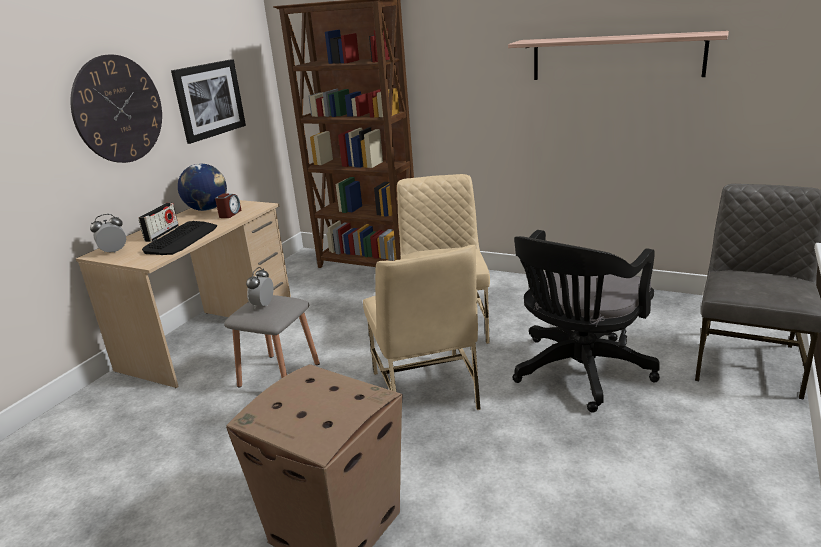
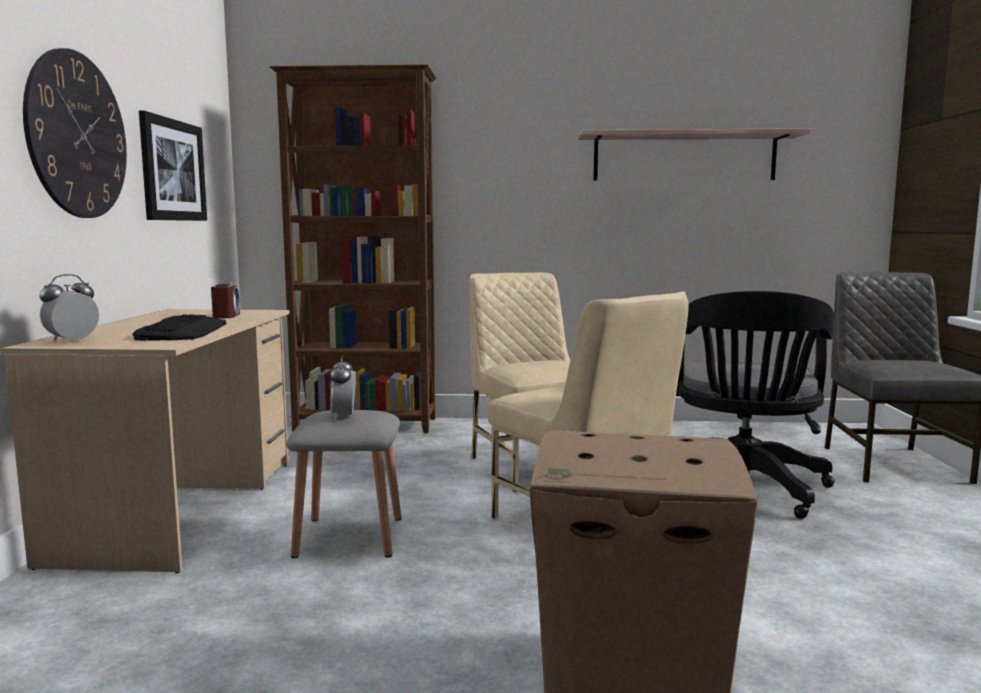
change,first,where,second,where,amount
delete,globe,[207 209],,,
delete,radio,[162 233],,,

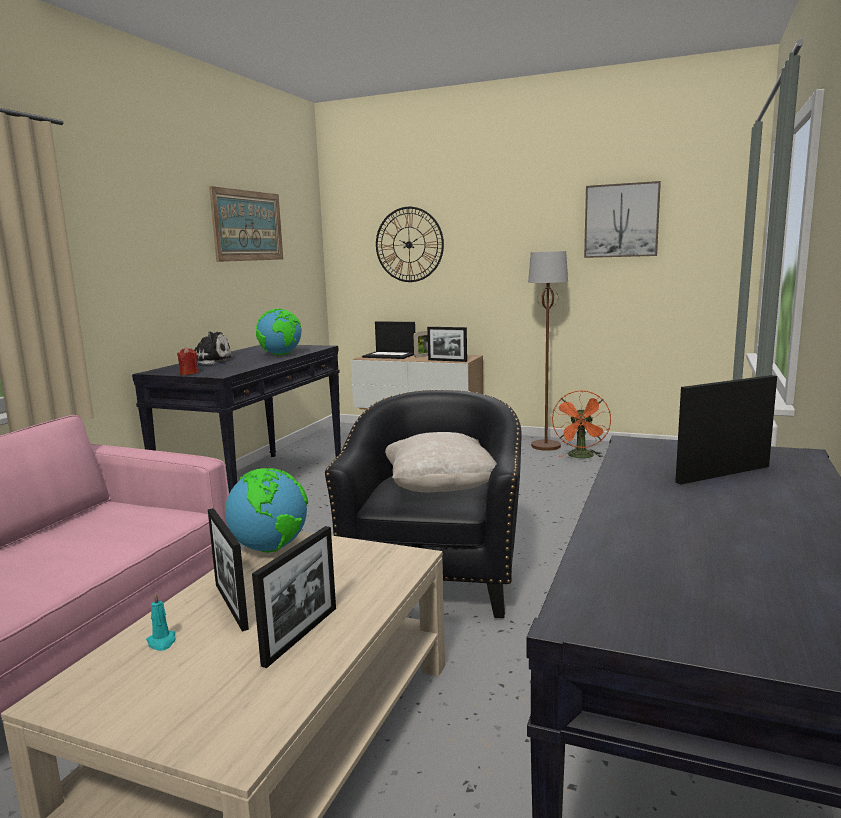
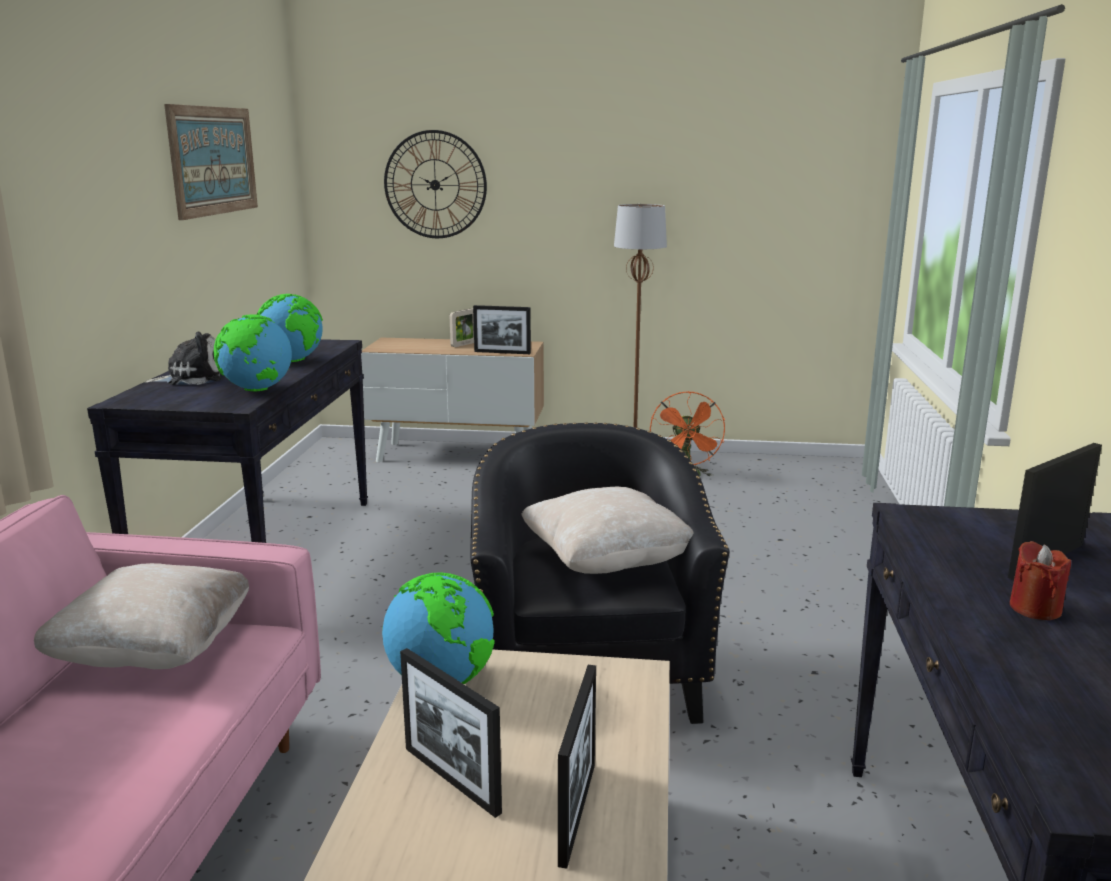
change,first,where,second,where,amount
delete,tableau,[621 220],,,
delete,ordinateur portable,[390 355],,,
move,bougie (rouge),[189 373],,[1035 608],
delete,bougie (turquoise),[162 642],,,
insert,,,globe,[256 390],
insert,,,coussin (beige),[155 653],

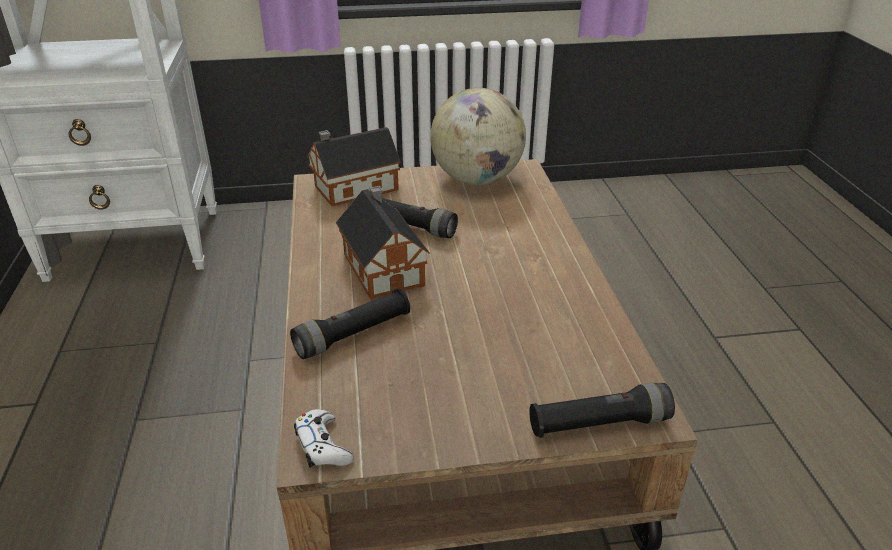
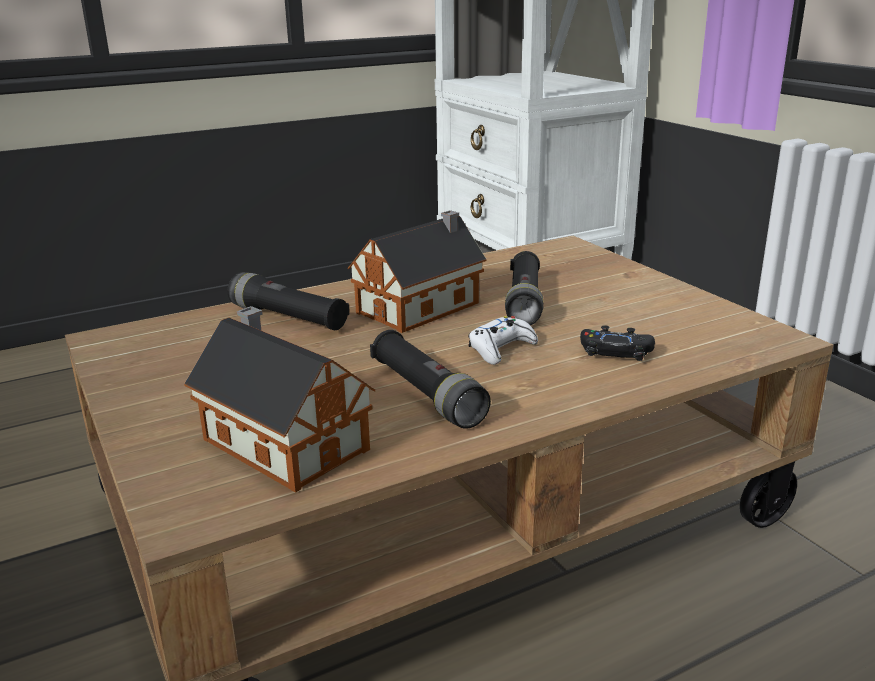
change,first,where,second,where,amount
delete,globe,[477 179],,,
move,maison miniature,[352 188],,[282 441],
move,lampe de poche (noir),[598 424],,[426 395],
move,manette (blanc),[323 446],,[501 349],
insert,,,manette (noir),[615 353],

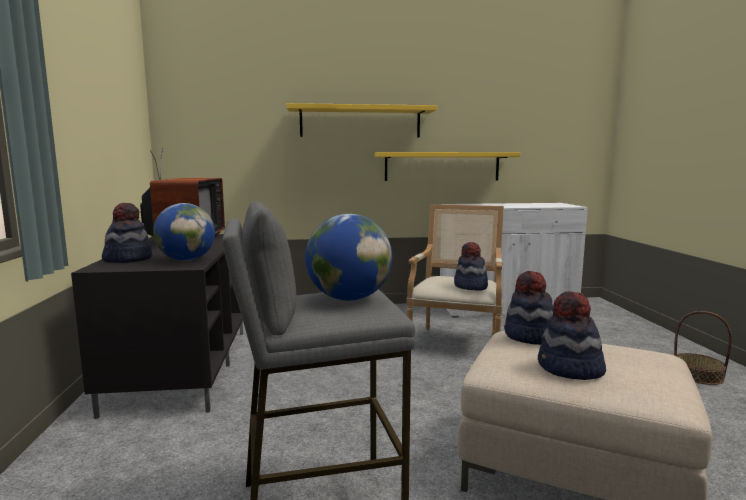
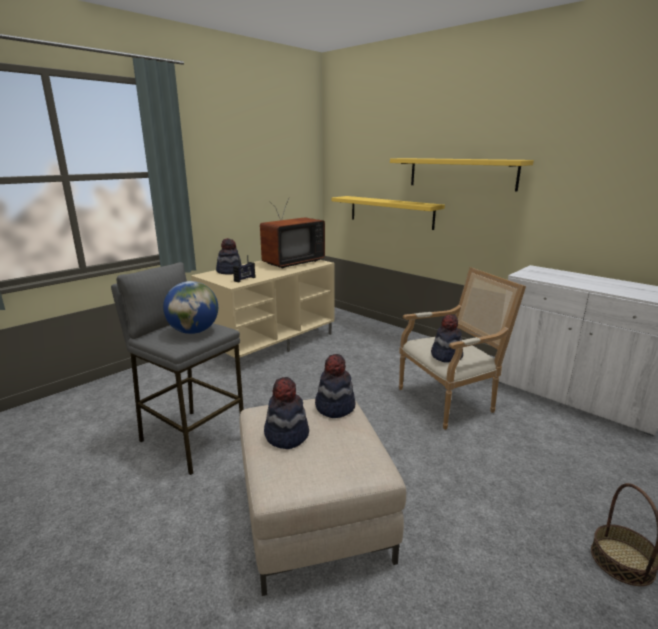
change,first,where,second,where,amount
move,étagère (jaune),[442 166],,[391 212],
replace,globe,[186 260],radio,[245 279],
recolor,meuble télé (noir),[182 367],meuble télé (beige),[270 342],

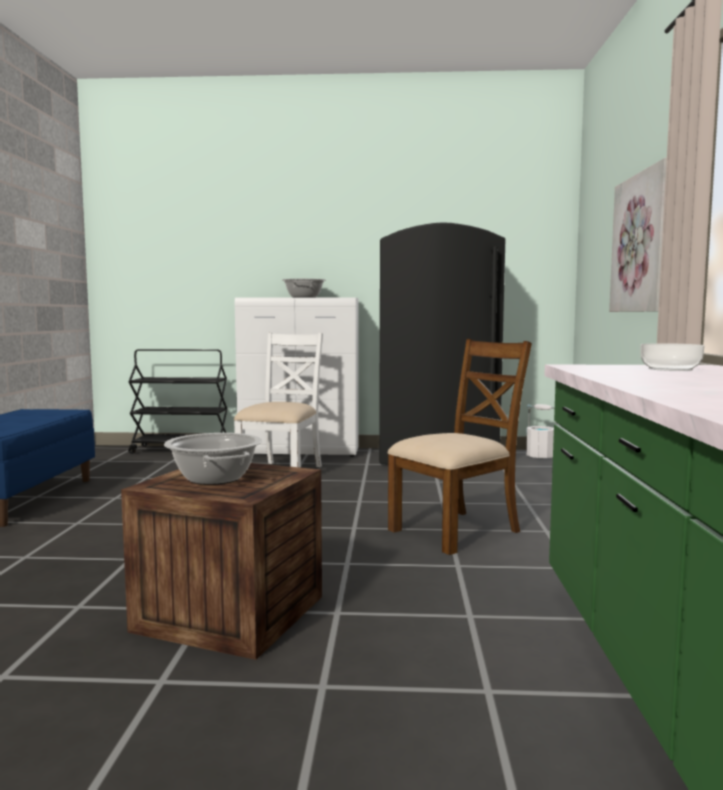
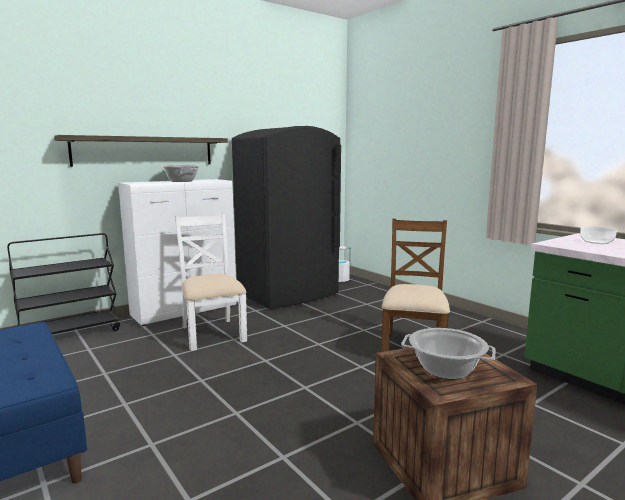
change,first,where,second,where,amount
delete,tableau,[641 243],,,
insert,,,étagère,[145 151],

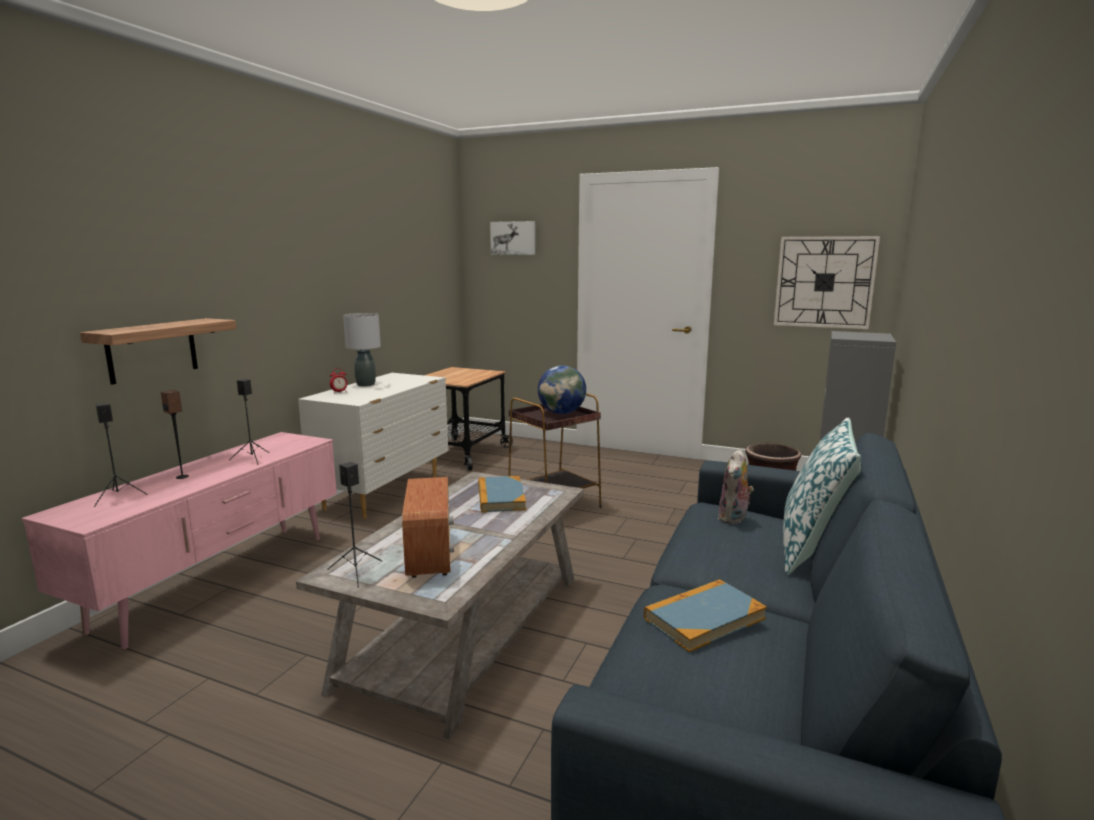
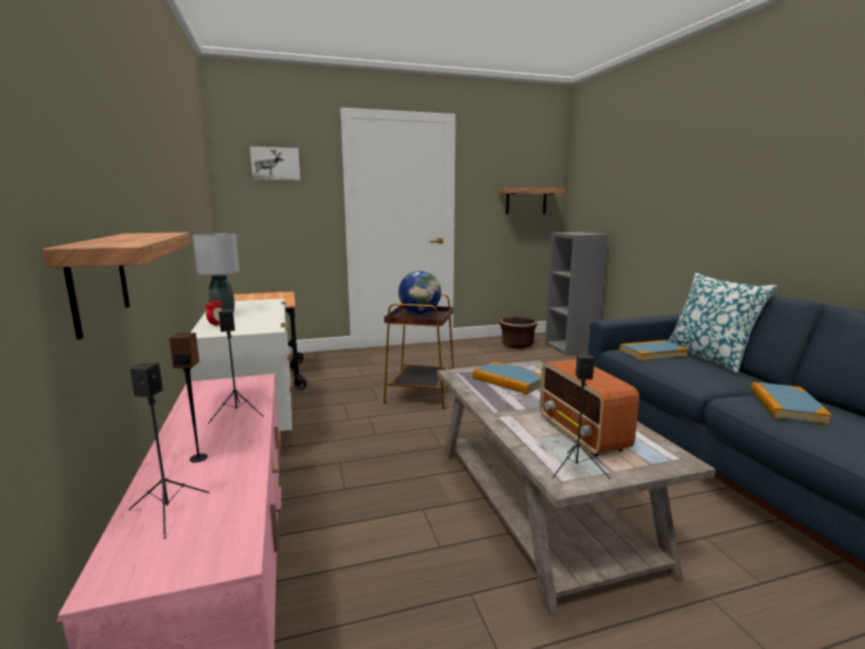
change,first,where,second,where,amount
replace,horloge murale,[824 282],étagère,[526 201],
replace,peluche,[734 518],livre,[652 353],
rotate,radio,[430 555],,[582 434],150 degrees counterclockwise

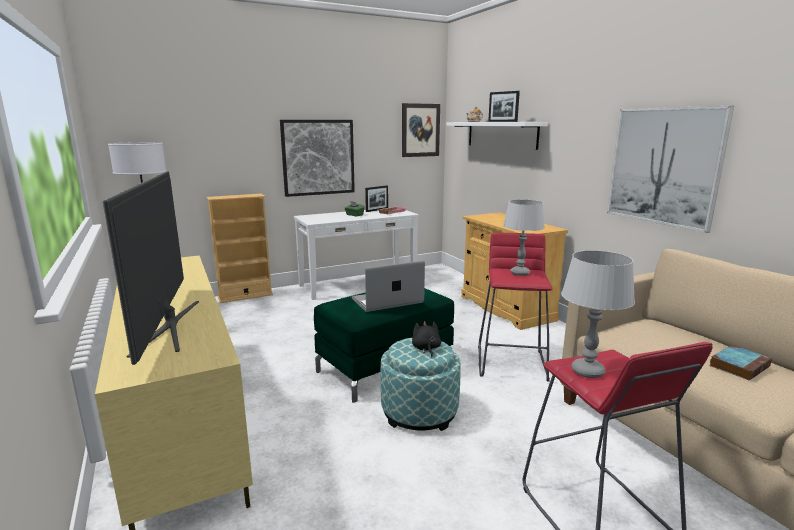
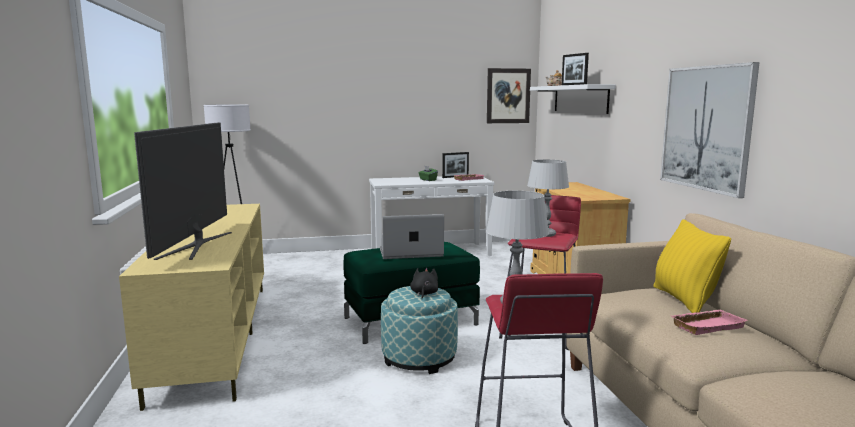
change,first,where,second,where,amount
delete,tableau,[318 157],,,
delete,bibliothèque (beige),[245 296],,,
replace,livre,[739 365],plateau (rose),[706 325],
insert,,,coussin (jaune),[684 300],

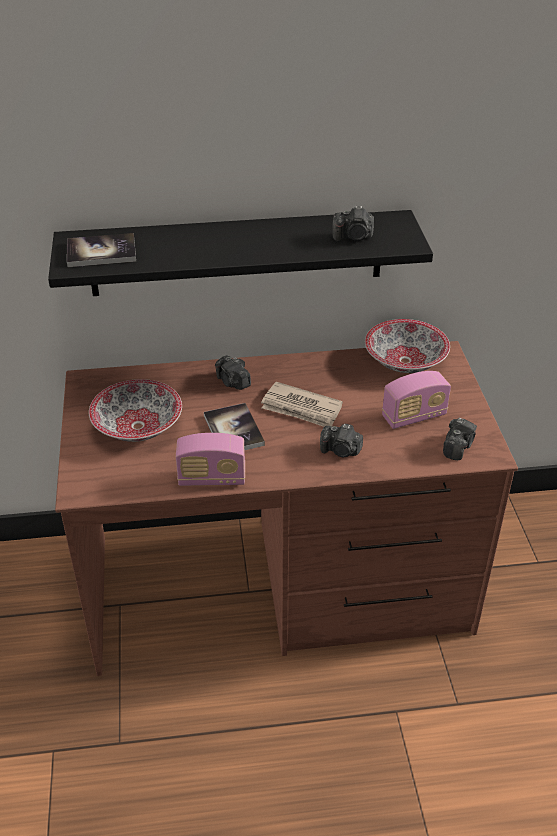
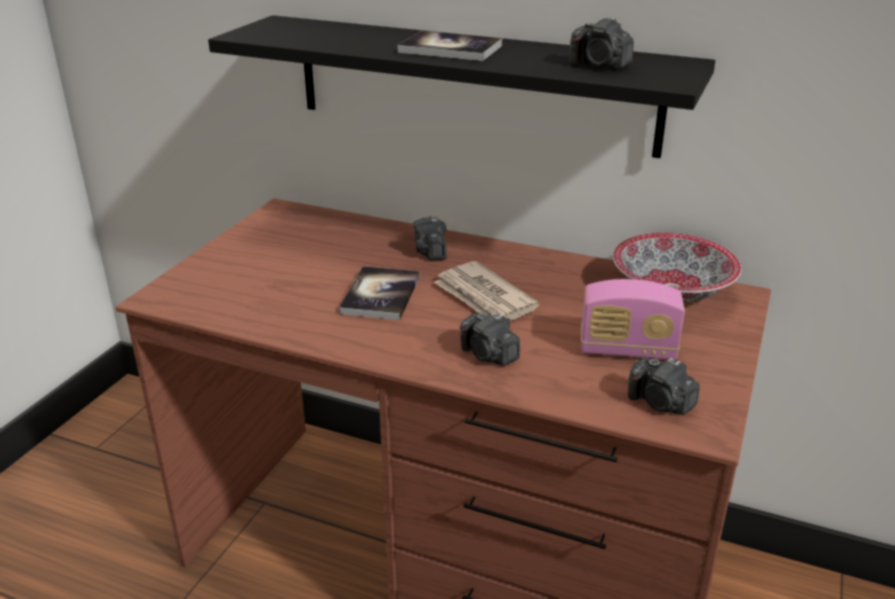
change,first,where,second,where,amount
move,livre,[101 252],,[450 49],
delete,bol,[138 427],,,
rotate,appareil photo,[457 447],,[660 403],75 degrees clockwise
delete,radio,[212 478],,,

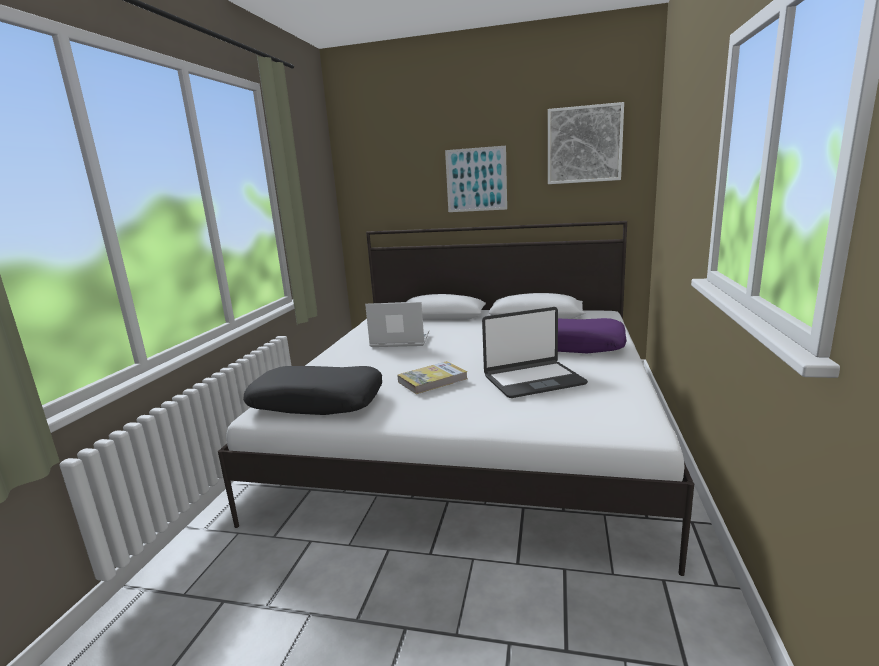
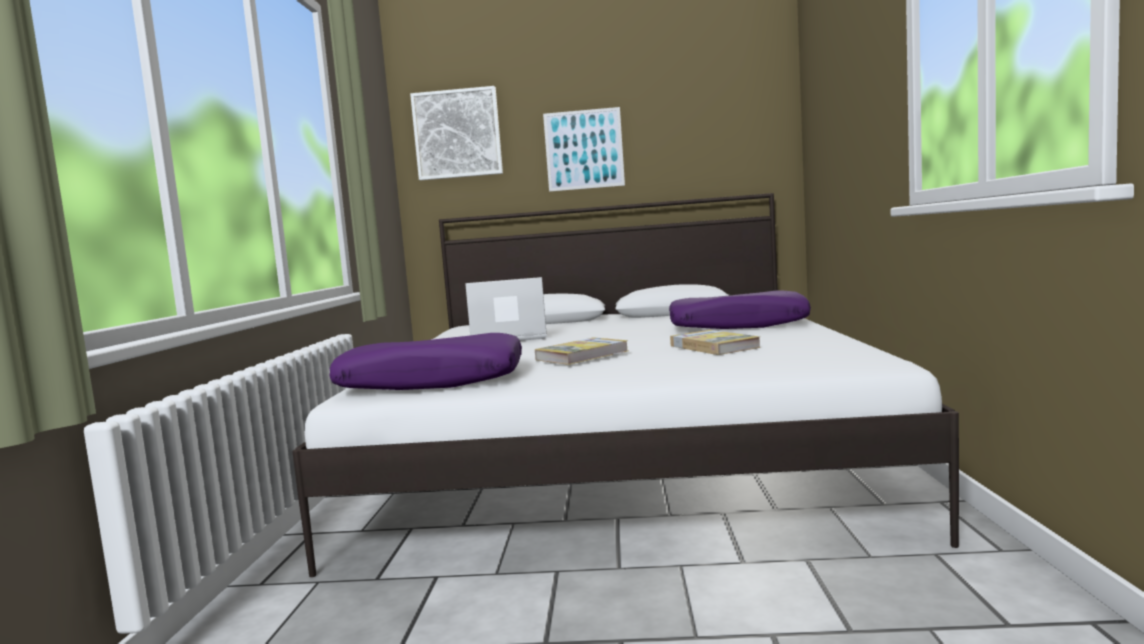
change,first,where,second,where,amount
move,tableau,[584 144],,[457 134],
replace,ordinateur portable,[533 380],livre,[713 346],
recolor,coussin (noir),[317 401],coussin (violet),[432 381],

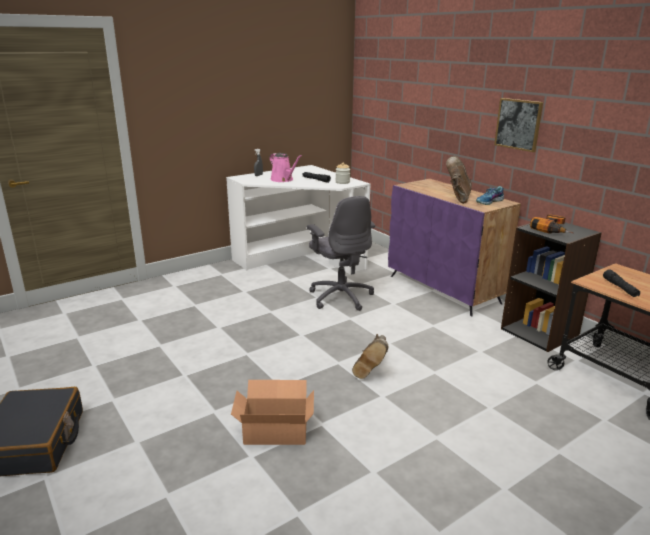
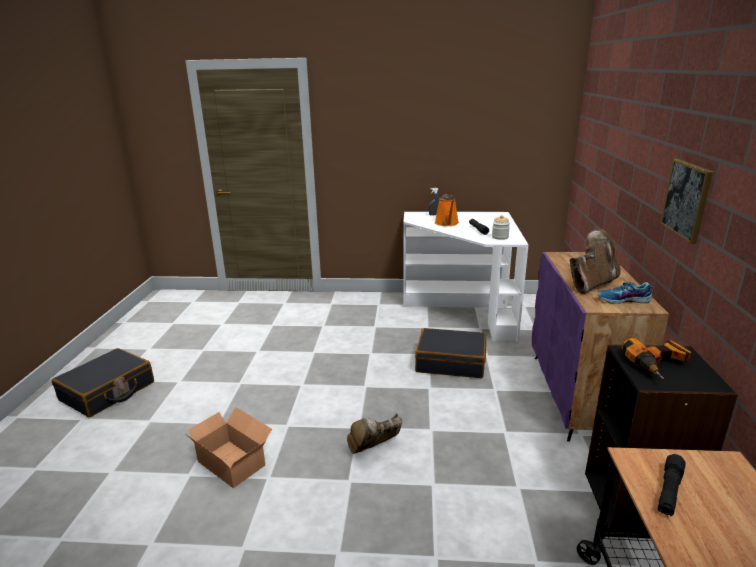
change,first,where,second,where,amount
recolor,arrosoir (rose),[283 180],arrosoir (orange),[447 223],
replace,chaise de bureau (gris),[340 297],valise (noir),[451 362],

